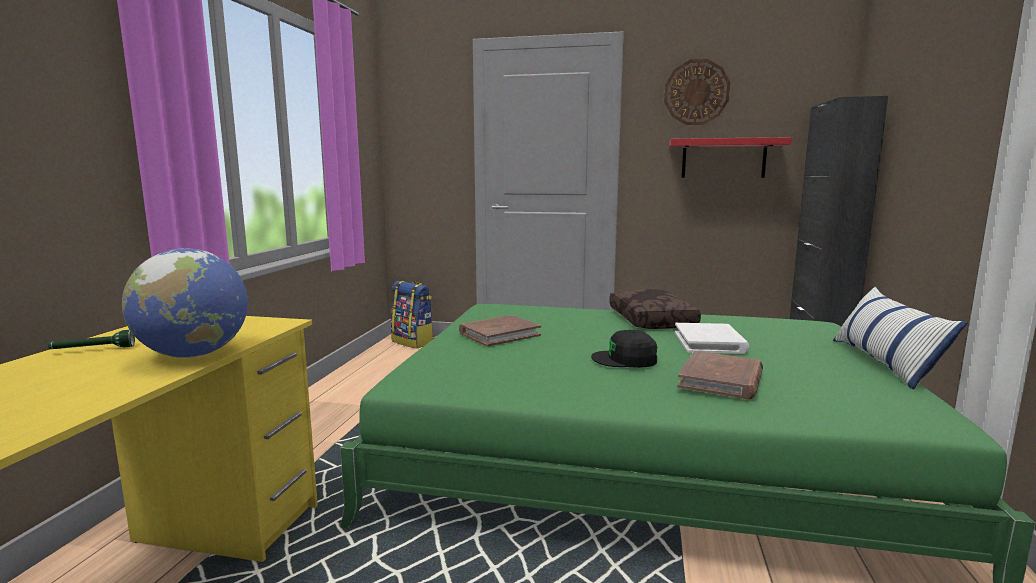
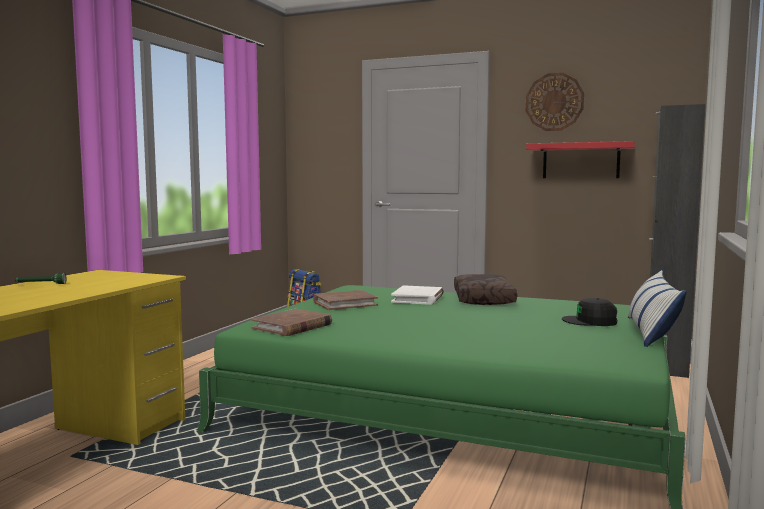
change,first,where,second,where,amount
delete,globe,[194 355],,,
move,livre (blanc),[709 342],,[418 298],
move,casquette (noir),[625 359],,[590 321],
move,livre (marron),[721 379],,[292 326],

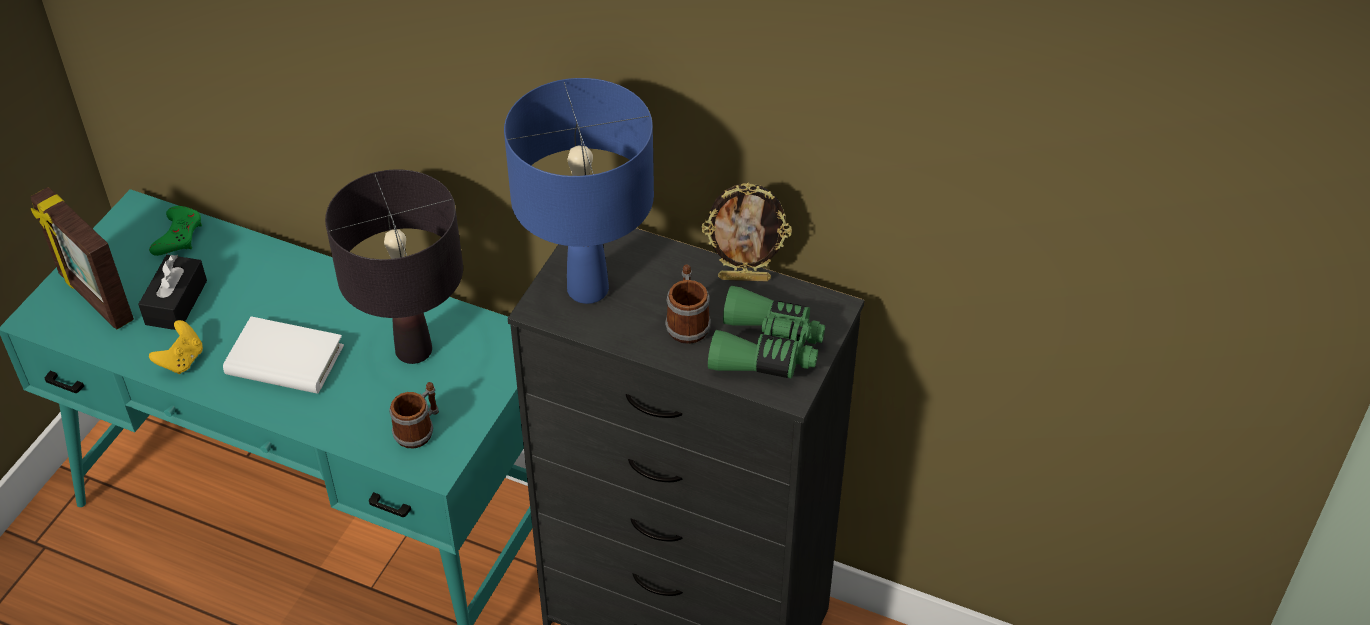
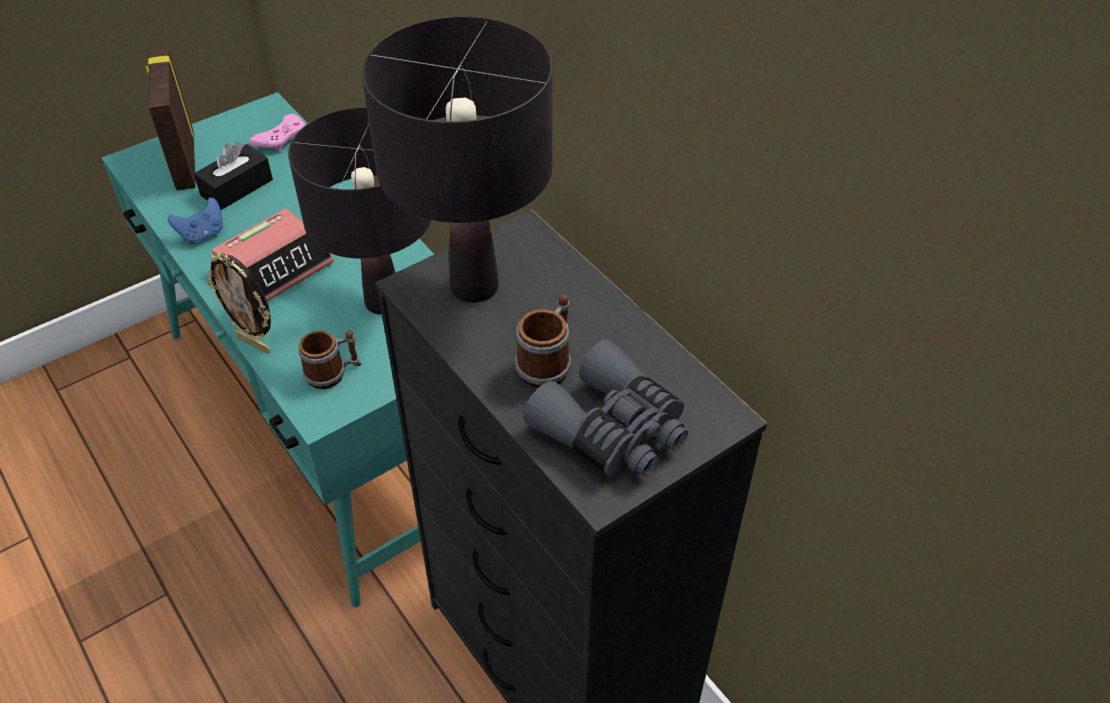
change,first,where,second,where,amount
recolor,lampe de table (bleu),[587 290],lampe de table (noir),[473 287],
move,cadre photo,[744 277],,[254 343],
recolor,manette (vert),[178 235],manette (rose),[281 138],
recolor,jumelles (vert),[767 349],jumelles (gris),[613 430],
replace,livre (blanc),[284 360],réveil,[276 267],
recolor,manette (jaune),[182 360],manette (bleu),[202 234],

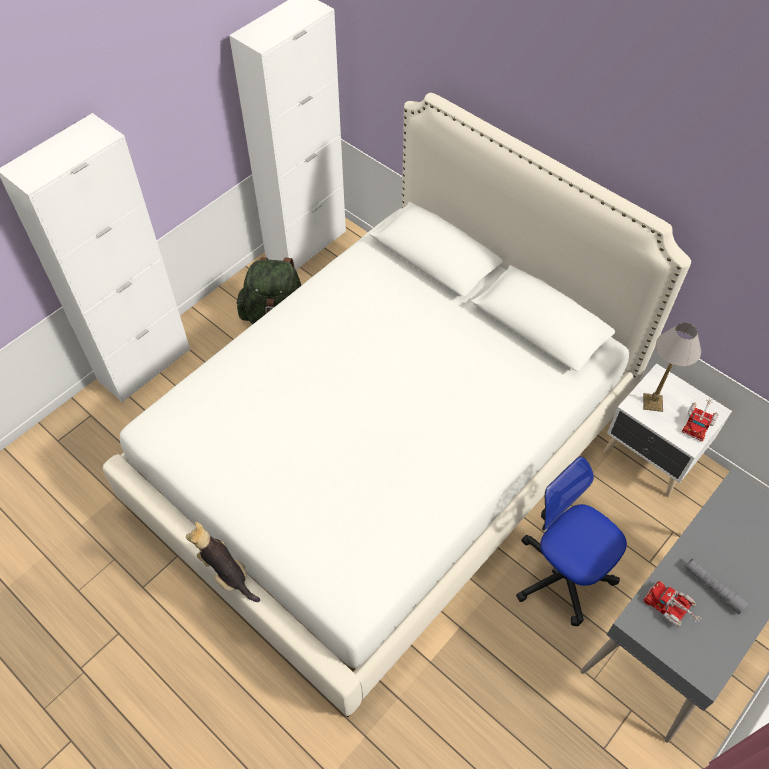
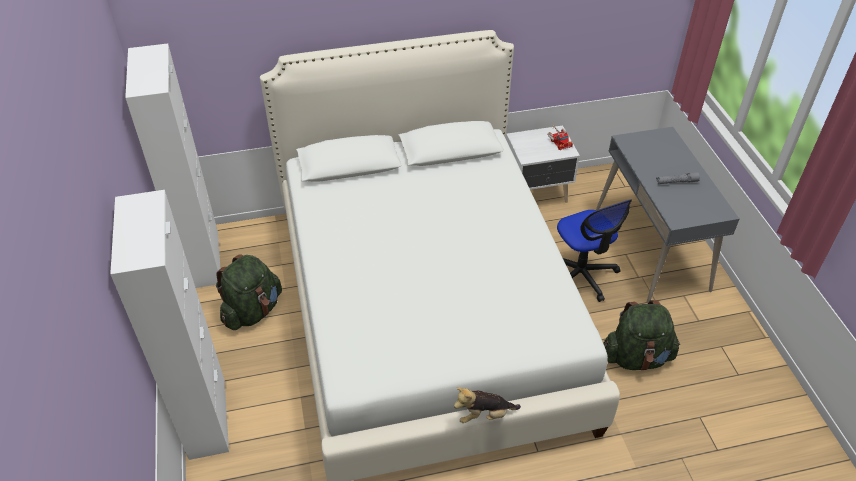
change,first,where,second,where,amount
delete,lampe de table,[652 403],,,
rotate,chaise de bureau,[563 574],,[581 275],105 degrees counterclockwise
delete,camion jouet,[671 608],,,
insert,,,sac à dos (vert),[636 357],

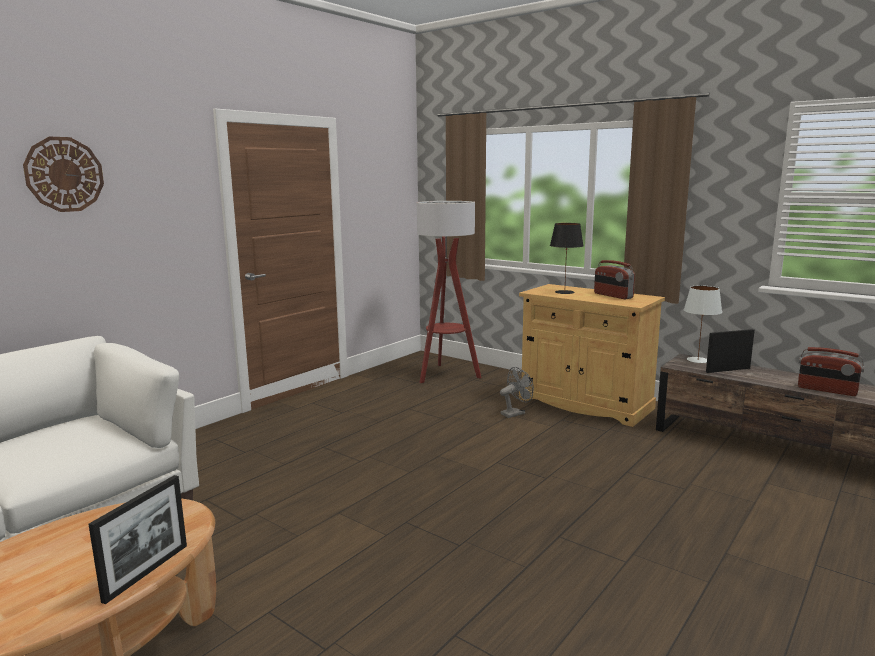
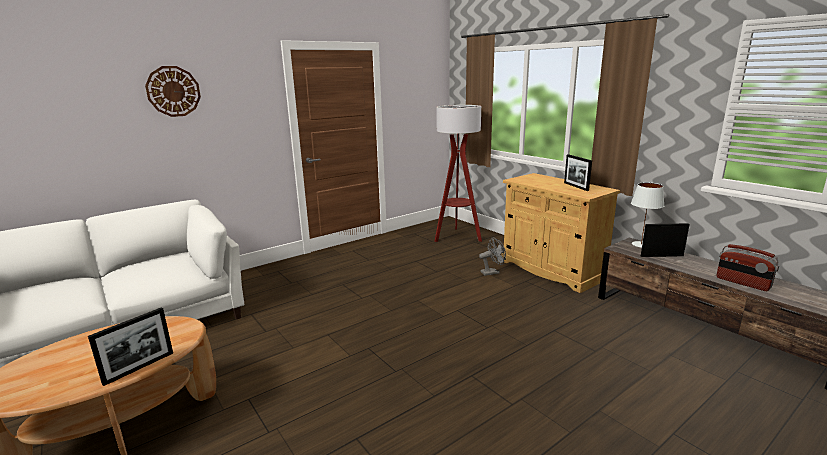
change,first,where,second,where,amount
delete,lampe de table (noir),[564 292],,,
replace,radio,[612 296],cadre photo,[576 186],

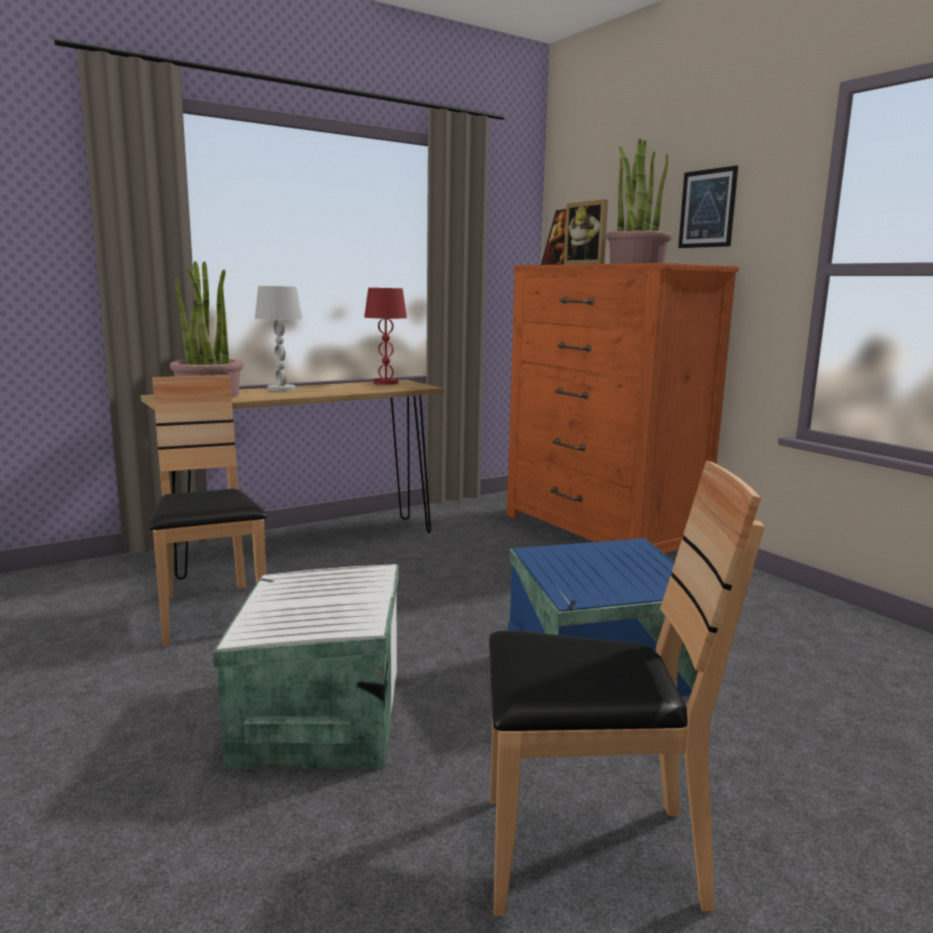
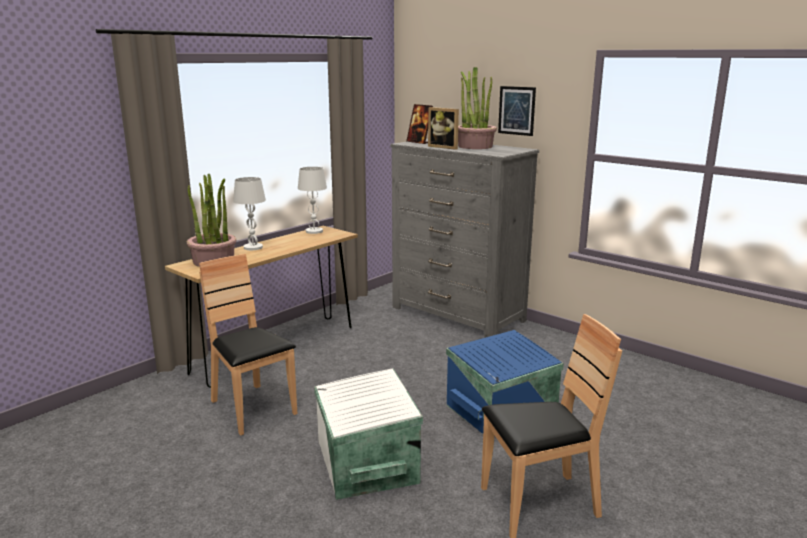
change,first,where,second,where,amount
recolor,commode (orange),[600 533],commode (gris),[457 314],
recolor,lampe de table (rouge),[385 382],lampe de table (blanc),[314 231],

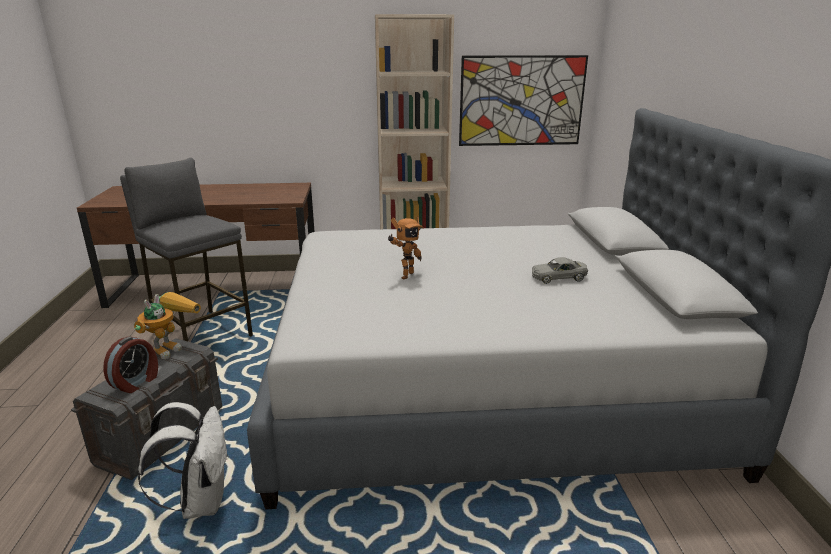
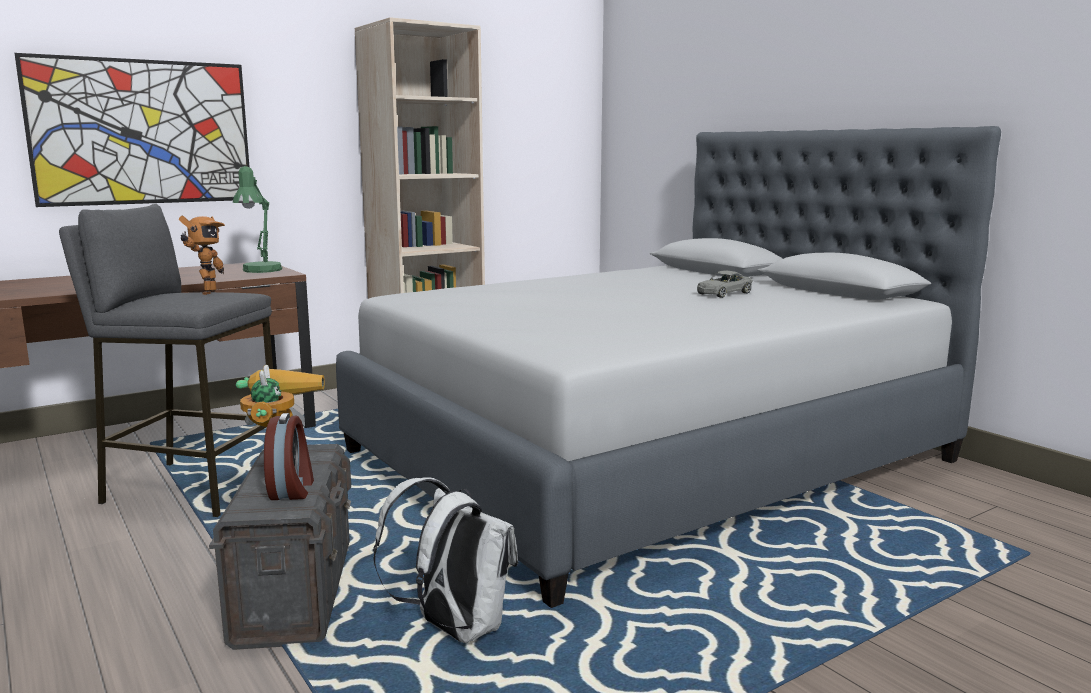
change,first,where,second,where,amount
move,tableau,[521 101],,[143 132],
move,robot jouet,[405 275],,[205 292],
insert,,,lampe de table (vert),[260 271],

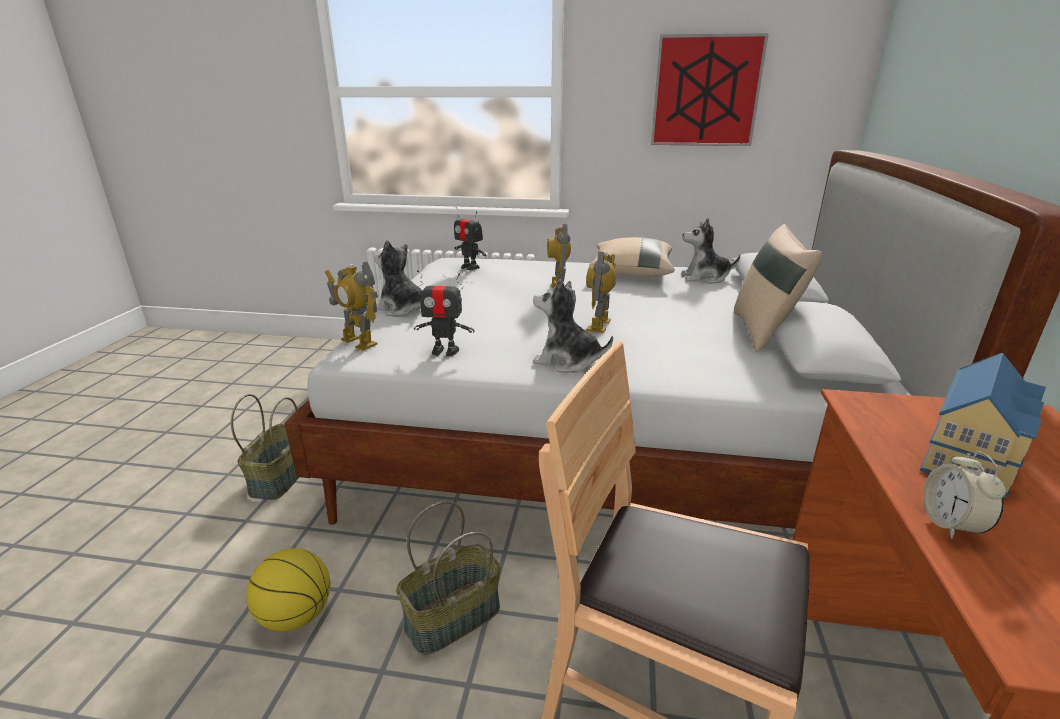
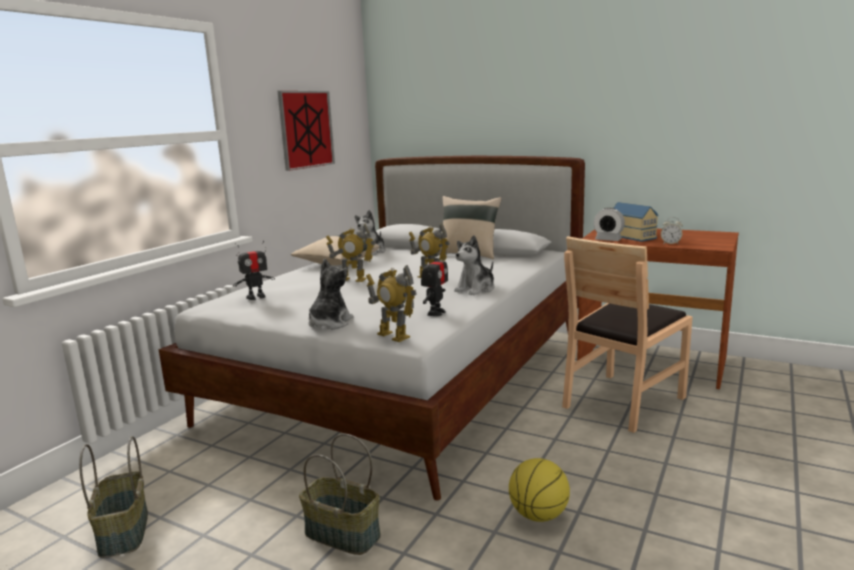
change,first,where,second,where,amount
rotate,peluche,[402 309],,[329 323],150 degrees clockwise
rotate,robot jouet,[358 342],,[393 336],75 degrees clockwise
move,panier,[453 619],,[125 532],
insert,,,réveil,[608 240],

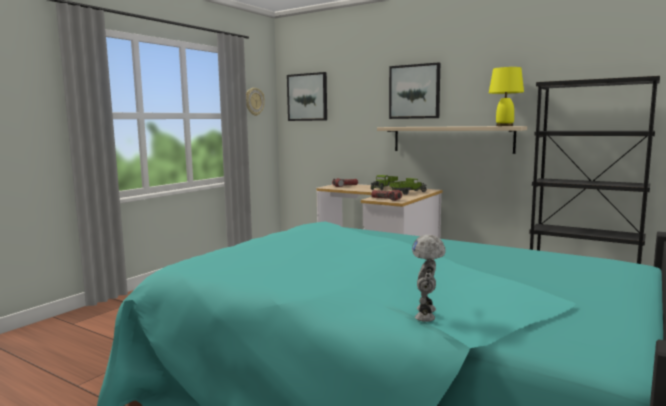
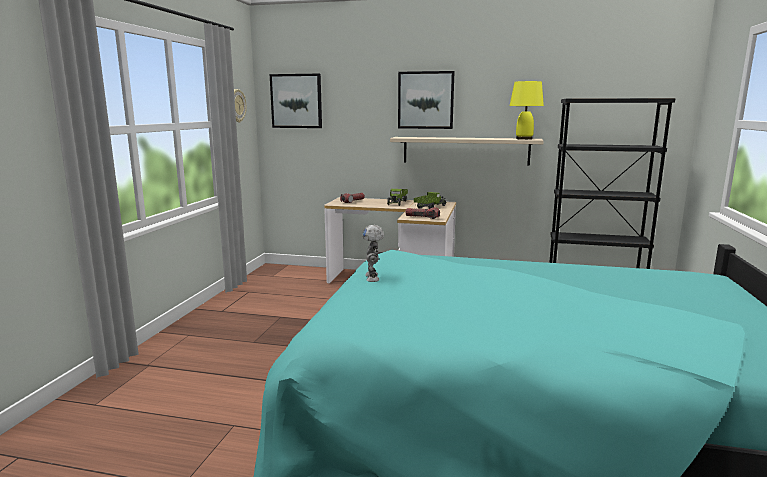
change,first,where,second,where,amount
move,robot jouet,[427 314],,[373 278],

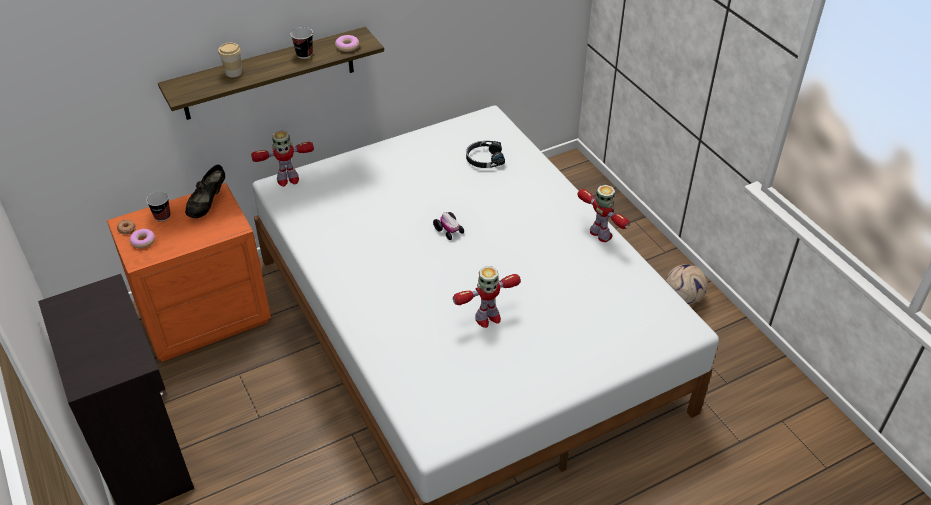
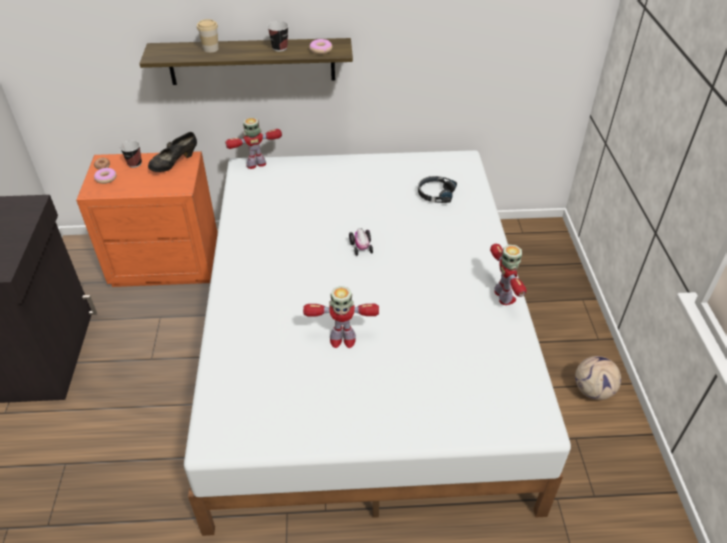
change,first,where,second,where,amount
rotate,robot jouet,[287 180],,[256 164],150 degrees clockwise

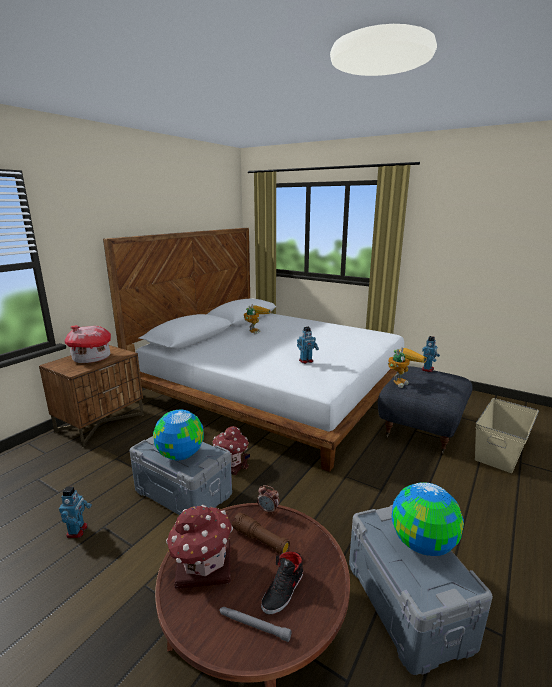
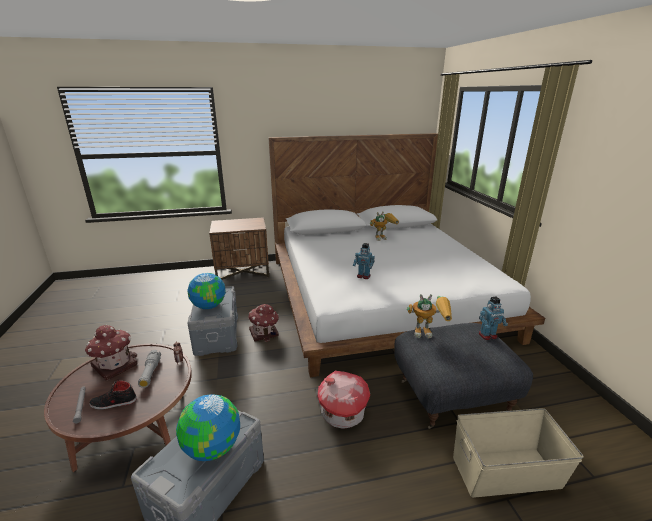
change,first,where,second,where,amount
move,maison miniature,[91 358],,[342 414],
delete,robot jouet,[78 531],,,
recolor,lampe de poche (marron),[260 540],lampe de poche (gris),[150 373],

